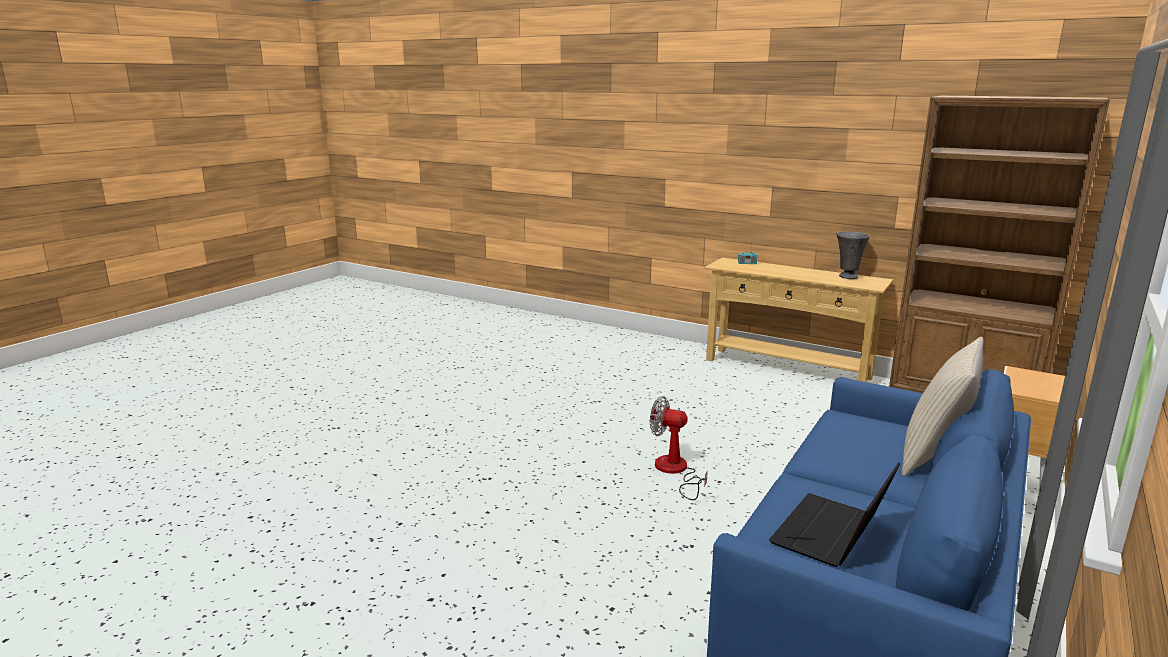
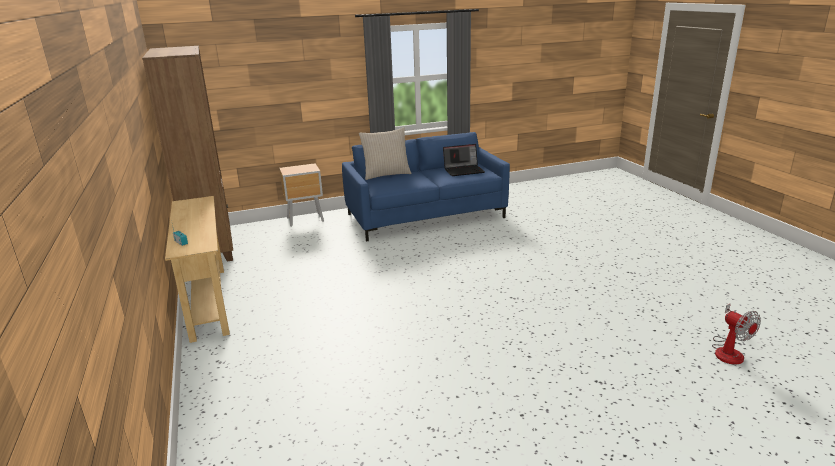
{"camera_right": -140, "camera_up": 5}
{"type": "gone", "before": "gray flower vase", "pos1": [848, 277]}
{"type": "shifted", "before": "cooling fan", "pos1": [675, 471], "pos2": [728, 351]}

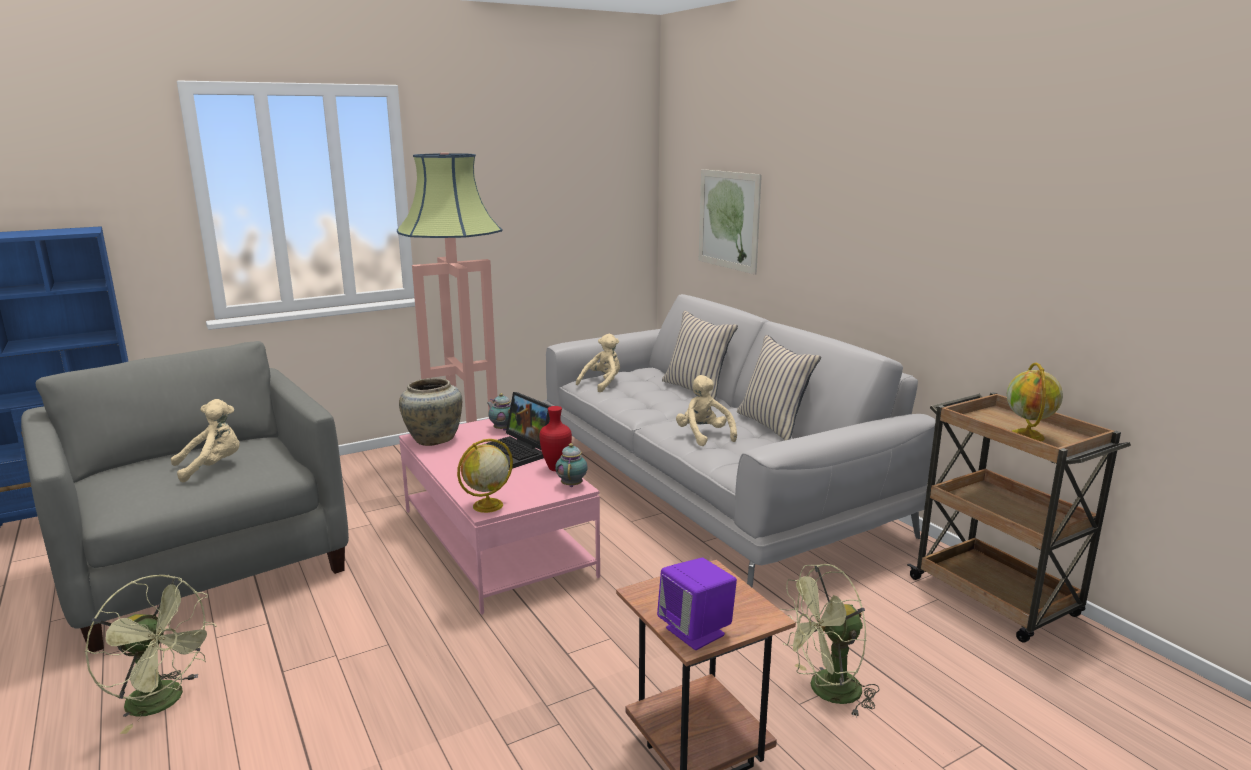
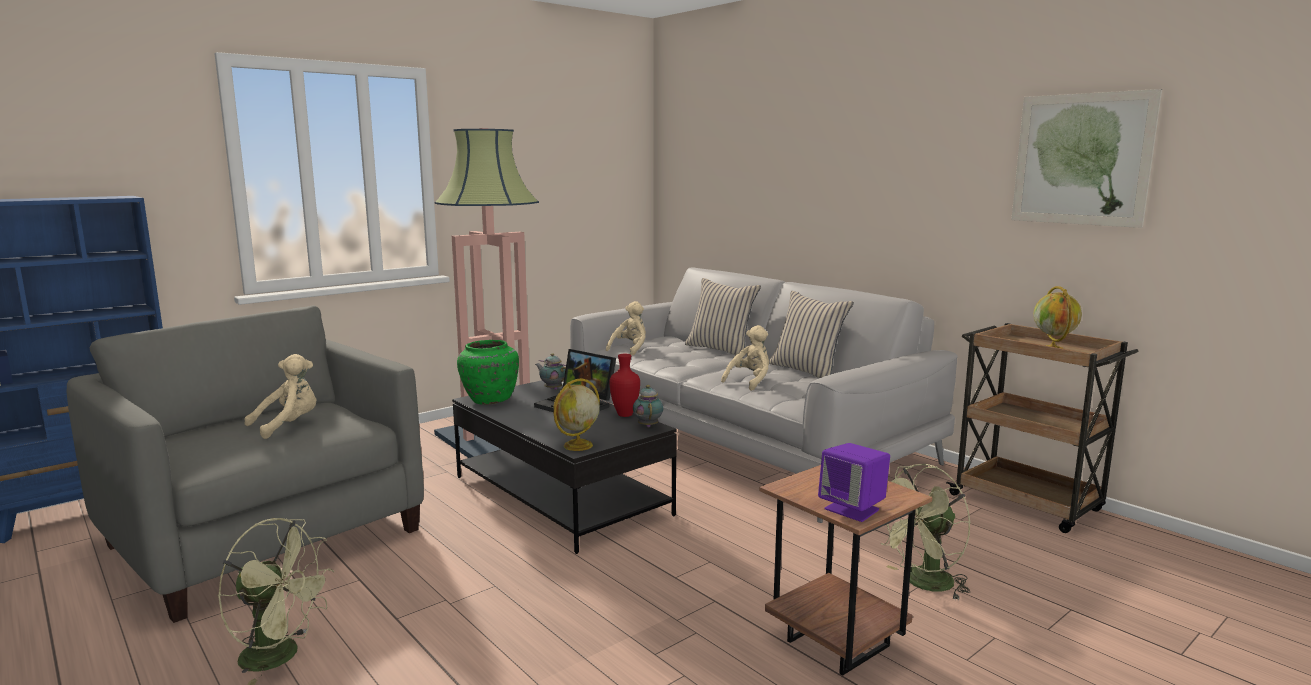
{"camera_right": -10, "camera_up": -5}
{"type": "shifted", "before": "picture", "pos1": [728, 220], "pos2": [1081, 159]}
{"type": "repainted", "before": "beige-coloured flower vase", "after": "green-coloured flower vase", "pos1": [433, 439], "pos2": [490, 399]}
{"type": "repainted", "before": "pinkish lounge table", "after": "black-coloured lounge table", "pos1": [496, 542], "pos2": [561, 495]}
{"type": "rotated", "before": "beige-coloured soft toy", "pos1": [704, 436], "pos2": [750, 382], "turn": 75}

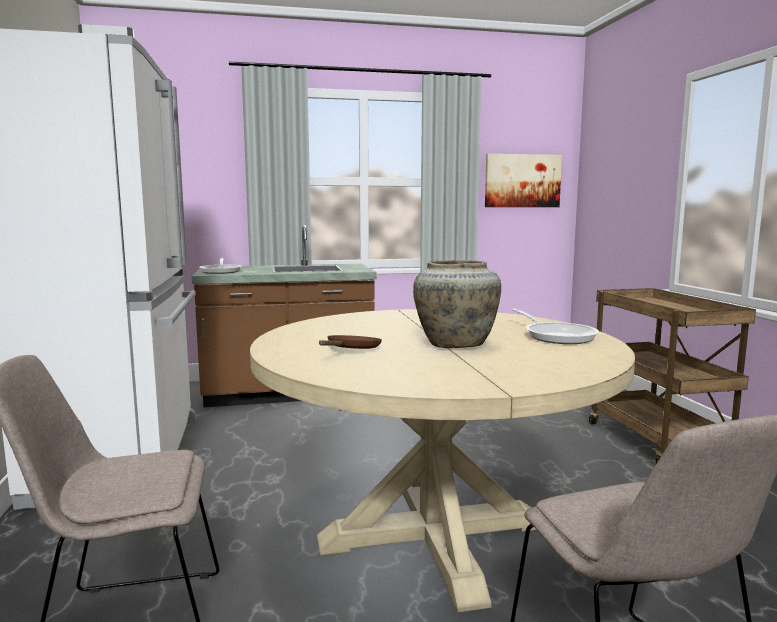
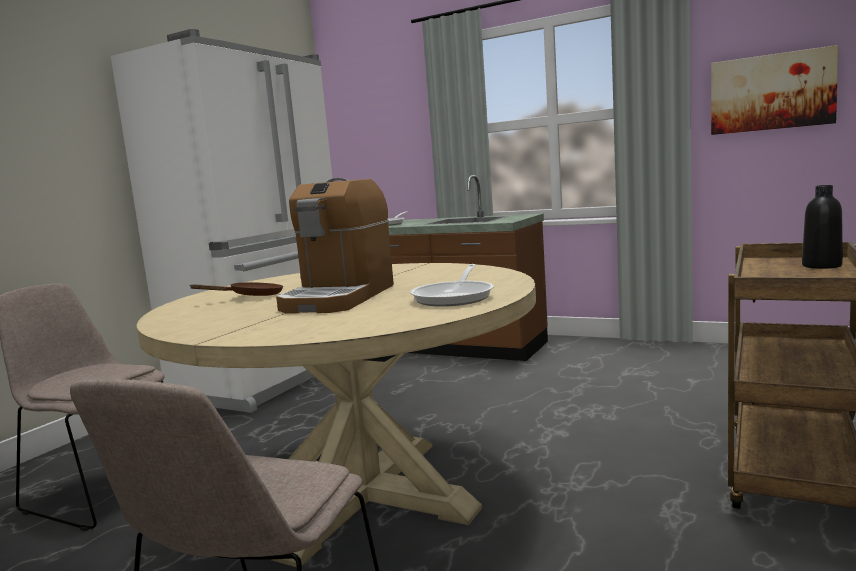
{"camera_right": 40, "camera_up": 0}
{"type": "new", "after": "black-coloured bottle", "pos2": [821, 266]}
{"type": "swapped", "before": "beige-coloured flower vase", "after": "coffee maker", "pos1": [456, 344], "pos2": [339, 297]}

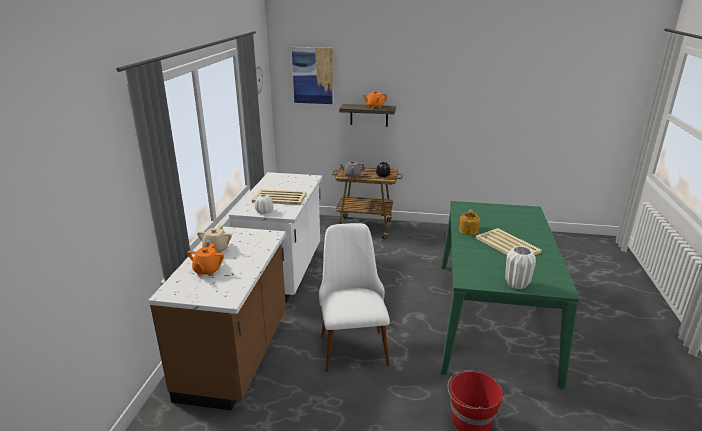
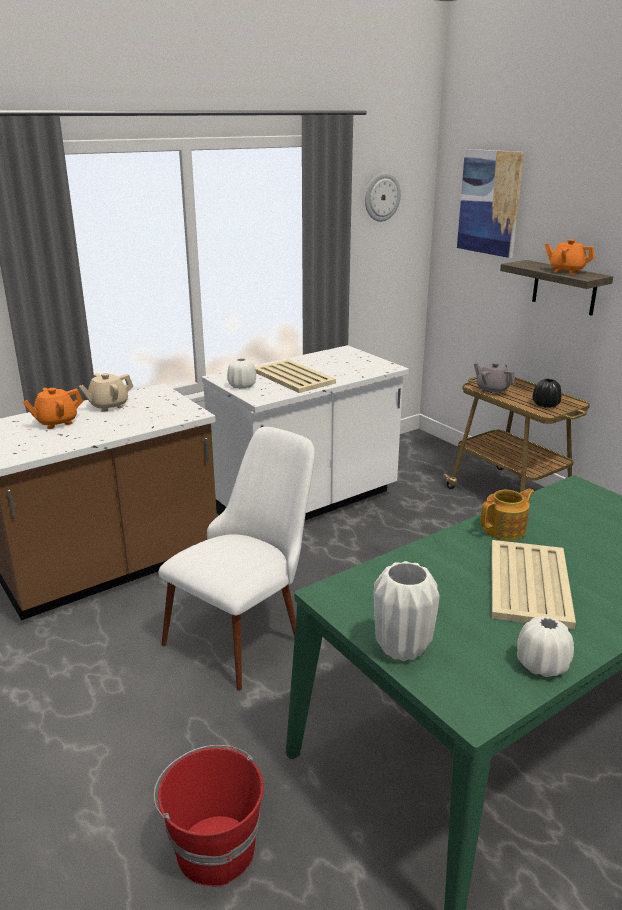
{"camera_right": 45, "camera_up": 0}
{"type": "new", "after": "whitish flower vase", "pos2": [541, 665]}

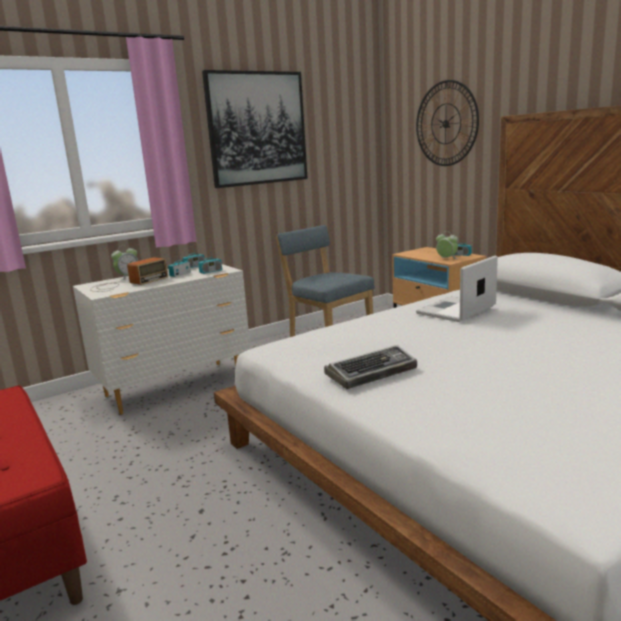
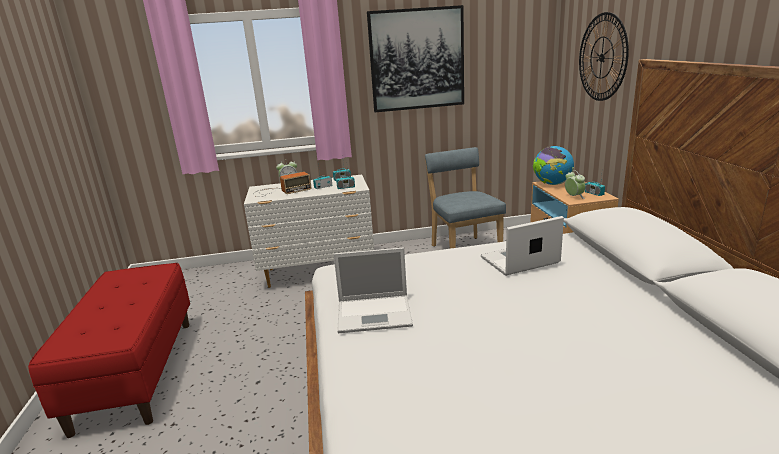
{"camera_right": 25, "camera_up": 5}
{"type": "new", "after": "desk globe", "pos2": [552, 184]}
{"type": "swapped", "before": "keyboard", "after": "notebook computer", "pos1": [372, 372], "pos2": [376, 313]}

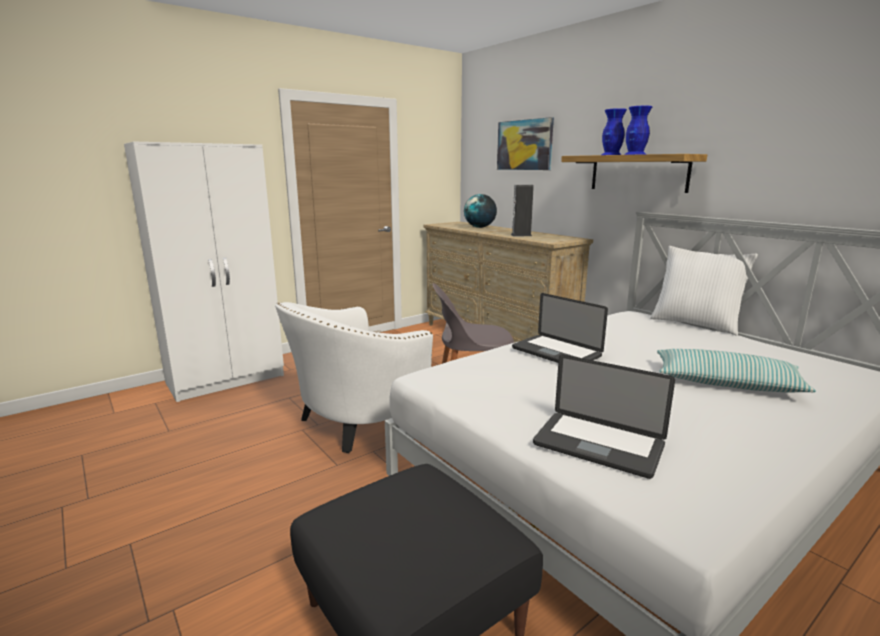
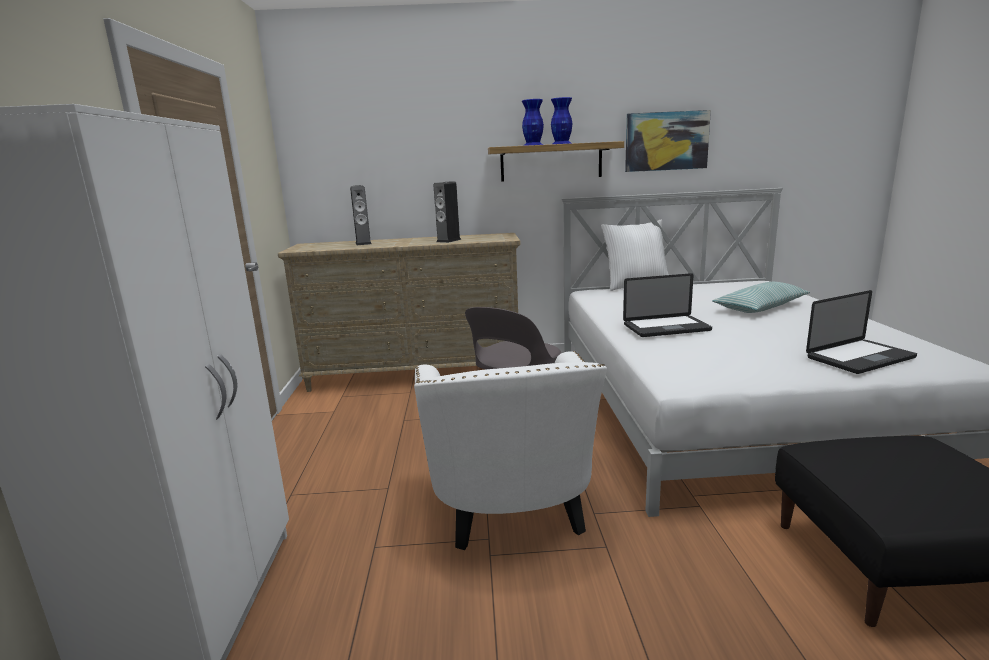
{"camera_right": -55, "camera_up": 0}
{"type": "shifted", "before": "picture", "pos1": [524, 145], "pos2": [666, 141]}
{"type": "swapped", "before": "desk globe", "after": "audio speaker", "pos1": [480, 227], "pos2": [363, 243]}

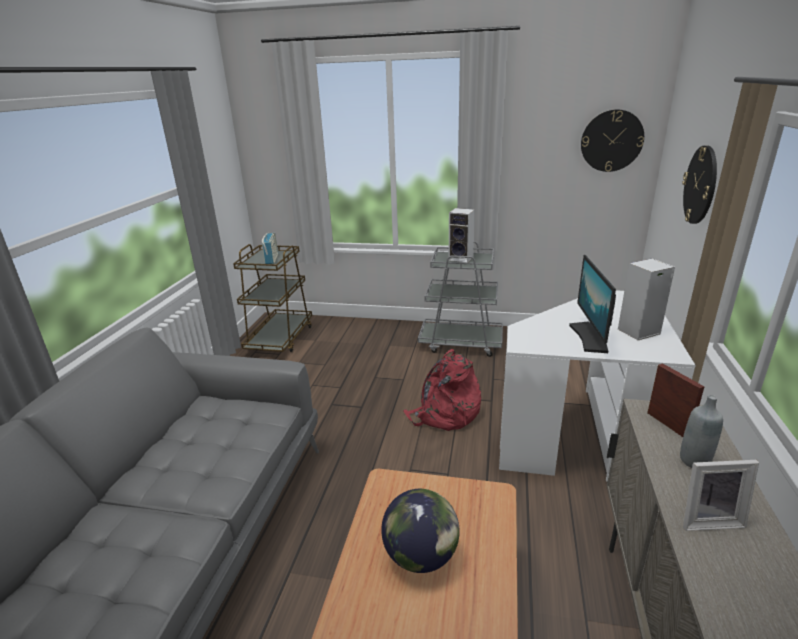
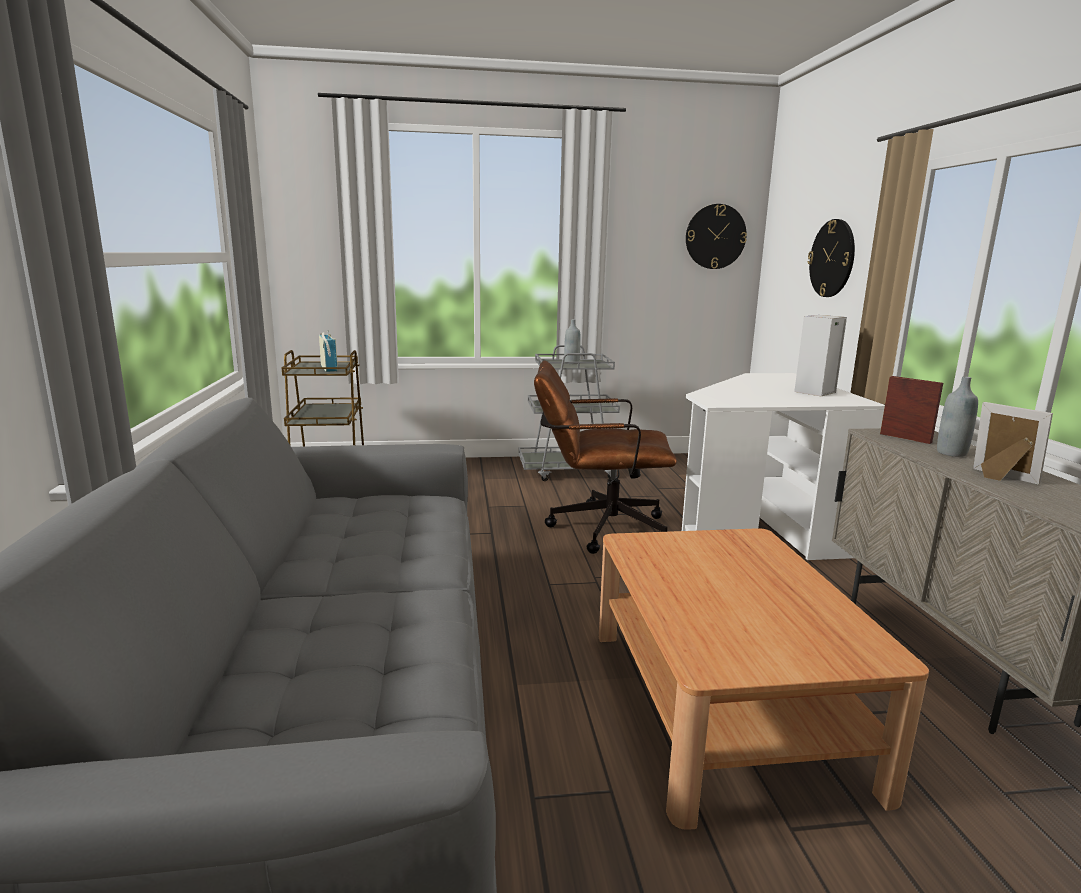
{"camera_right": -20, "camera_up": -10}
{"type": "gone", "before": "desk globe", "pos1": [421, 556]}
{"type": "gone", "before": "computer display", "pos1": [590, 337]}
{"type": "swapped", "before": "red-coloured knapsack", "after": "brown computer chair", "pos1": [445, 414], "pos2": [598, 528]}
{"type": "swapped", "before": "audio speaker", "after": "gray bottle", "pos1": [462, 259], "pos2": [571, 363]}
{"type": "rotated", "before": "photo frame", "pos1": [707, 518], "pos2": [1000, 478], "turn": -105}

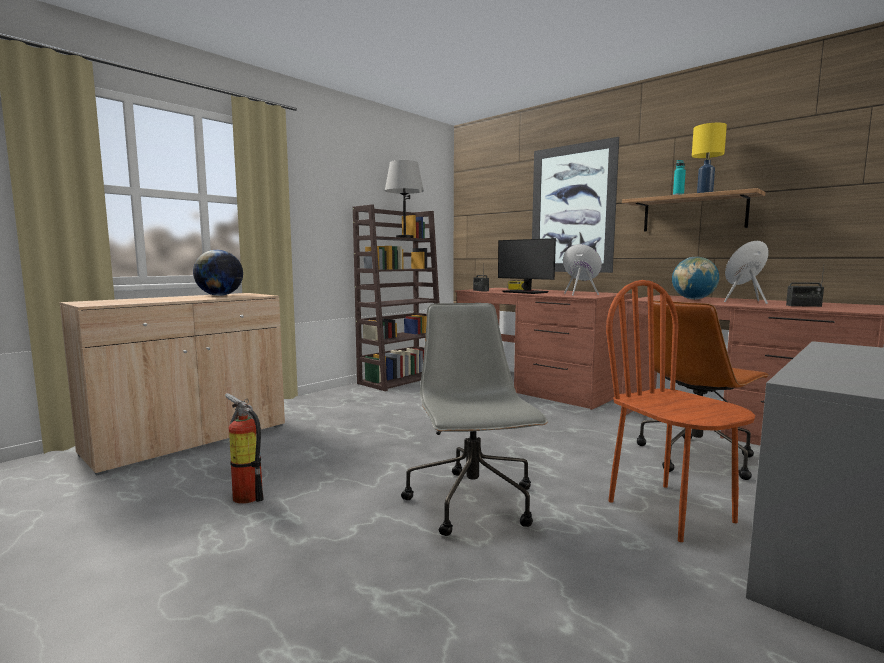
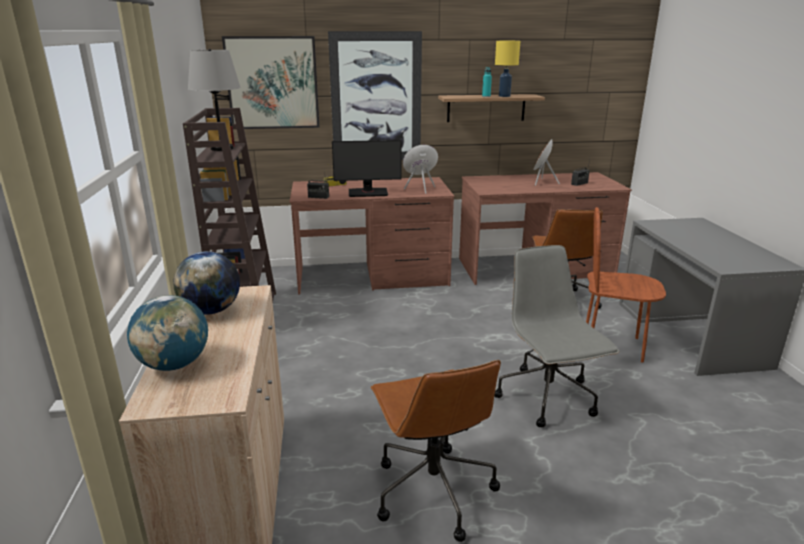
{"camera_right": -50, "camera_up": 15}
{"type": "new", "after": "picture", "pos2": [272, 83]}
{"type": "shifted", "before": "desk globe", "pos1": [693, 299], "pos2": [174, 365]}
{"type": "swapped", "before": "fire extinguisher", "after": "brown computer chair", "pos1": [248, 494], "pos2": [432, 490]}
{"type": "rotated", "before": "gray computer chair", "pos1": [473, 503], "pos2": [547, 398], "turn": 45}

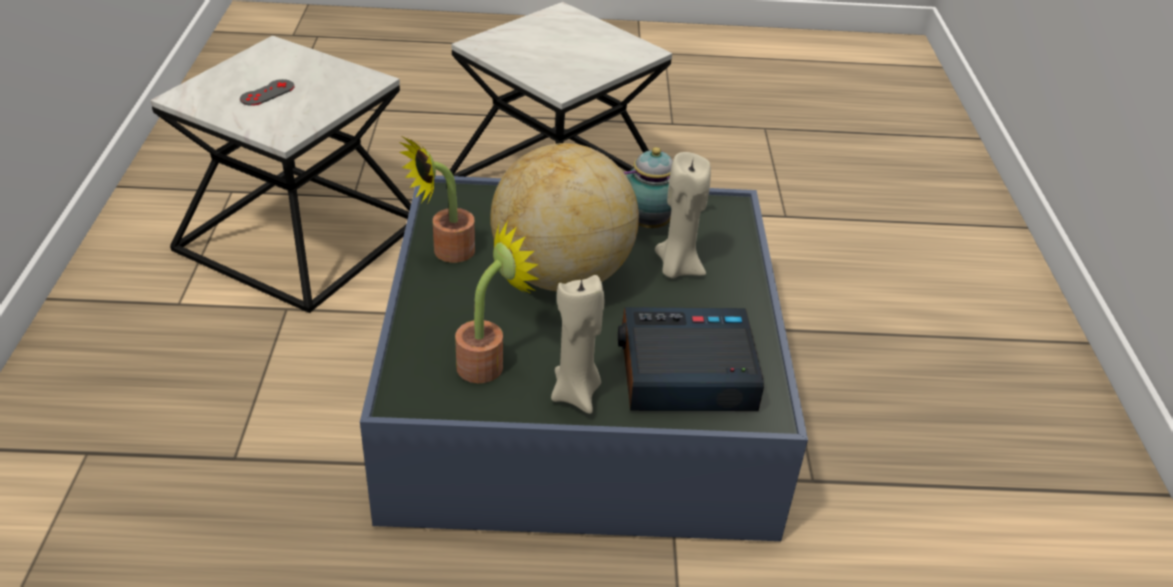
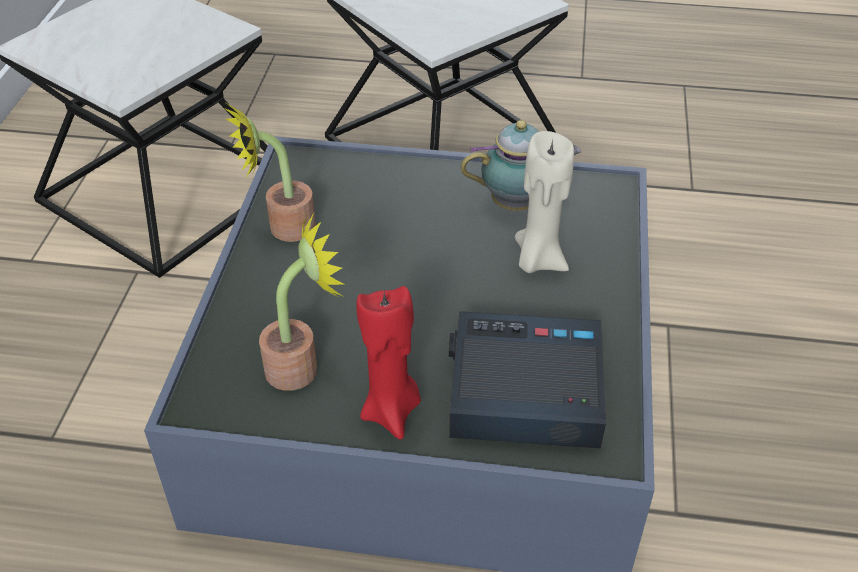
{"camera_right": 10, "camera_up": 5}
{"type": "gone", "before": "gray gamepad", "pos1": [267, 93]}
{"type": "gone", "before": "desk globe", "pos1": [561, 275]}
{"type": "repainted", "before": "beige-coloured wax light", "after": "red-coloured wax light", "pos1": [576, 393], "pos2": [391, 411]}

